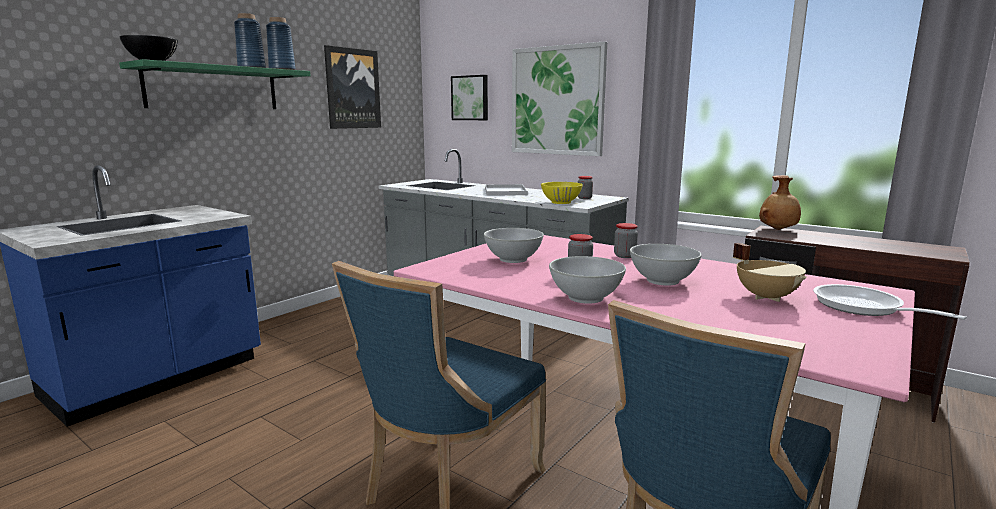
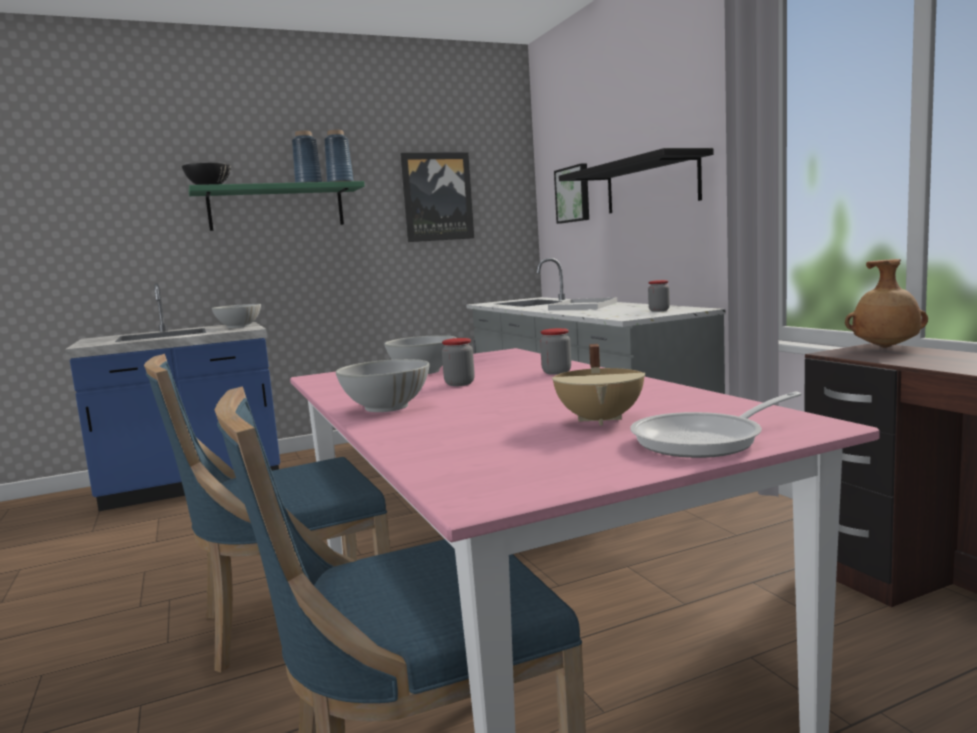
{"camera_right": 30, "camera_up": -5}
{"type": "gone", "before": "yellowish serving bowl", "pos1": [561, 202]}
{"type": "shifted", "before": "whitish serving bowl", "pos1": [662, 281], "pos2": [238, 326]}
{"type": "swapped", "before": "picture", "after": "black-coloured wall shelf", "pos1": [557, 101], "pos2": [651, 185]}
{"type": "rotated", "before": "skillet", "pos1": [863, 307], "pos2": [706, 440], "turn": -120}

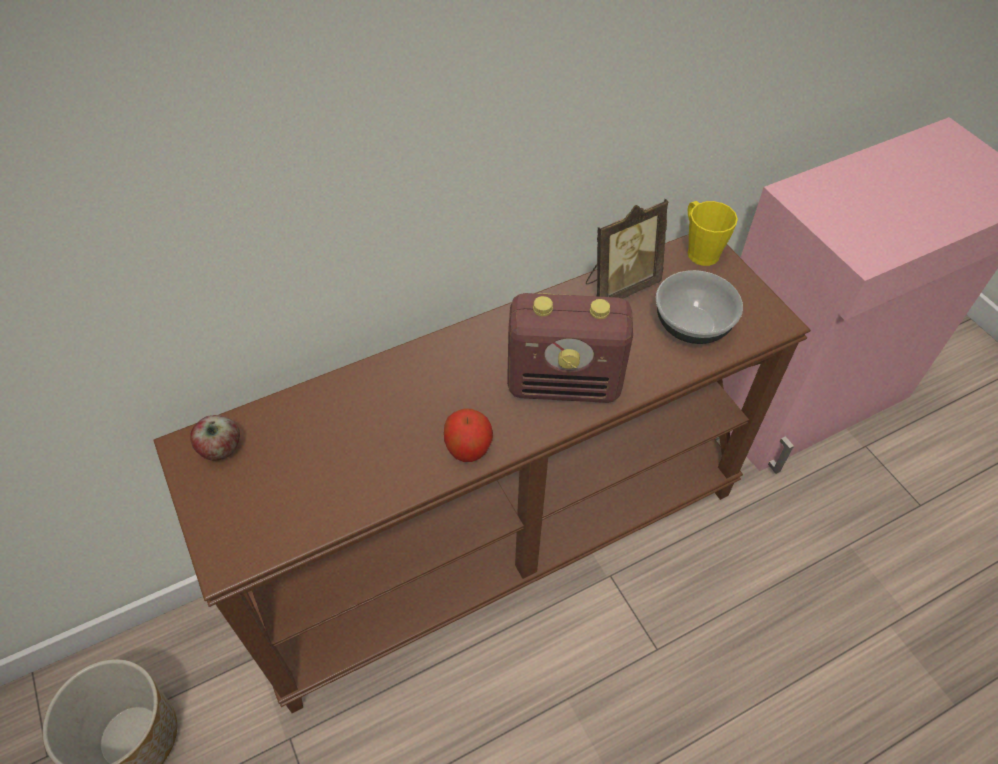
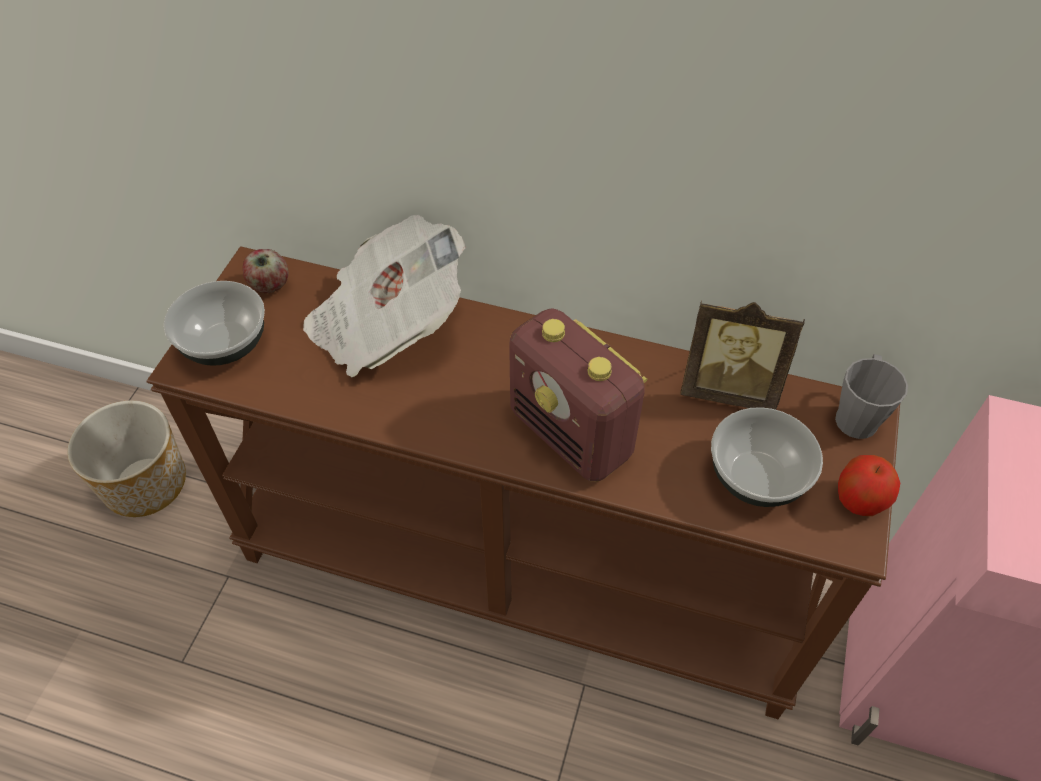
{"camera_right": 45, "camera_up": 0}
{"type": "new", "after": "serving bowl", "pos2": [224, 343]}
{"type": "new", "after": "printed paper", "pos2": [386, 324]}
{"type": "shifted", "before": "apple", "pos1": [468, 448], "pos2": [859, 500]}
{"type": "repainted", "before": "yellowish tea mug", "after": "gray tea mug", "pos1": [699, 250], "pos2": [857, 414]}

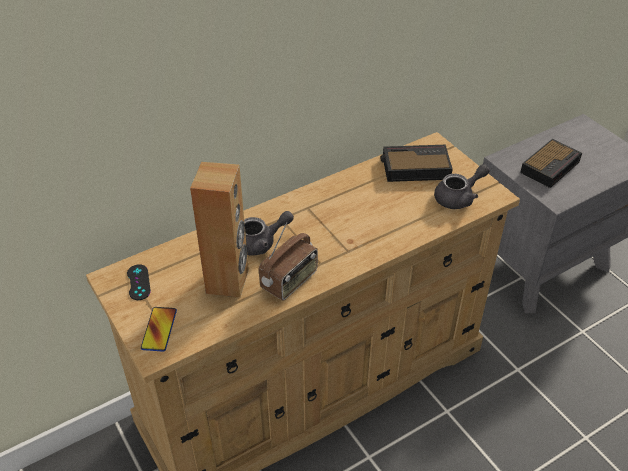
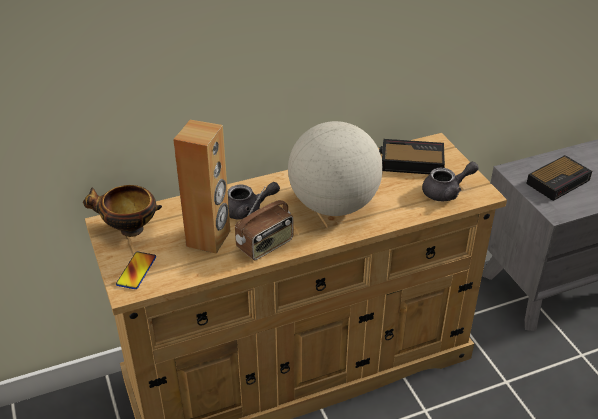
{"camera_right": 10, "camera_up": -5}
{"type": "new", "after": "desk globe", "pos2": [334, 205]}
{"type": "swapped", "before": "black-coloured gamepad", "after": "serving bowl", "pos1": [138, 282], "pos2": [129, 230]}

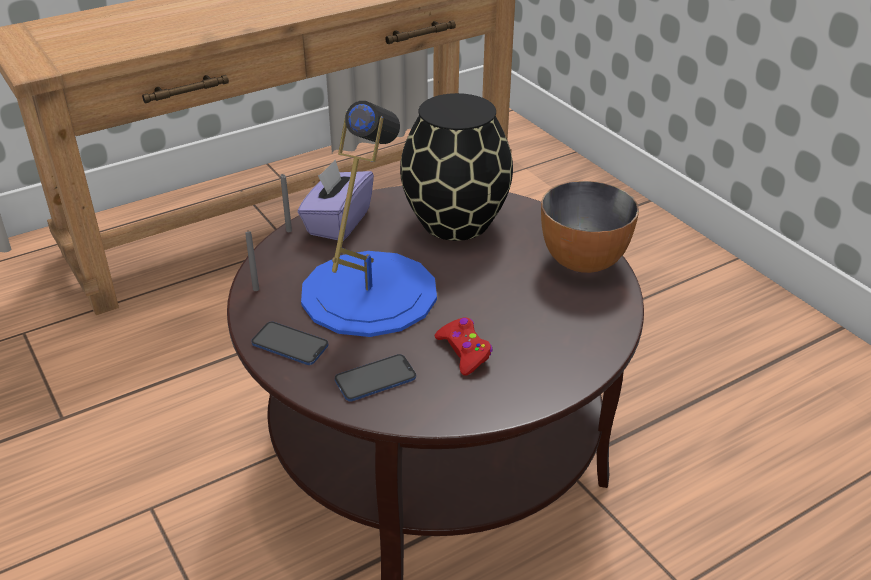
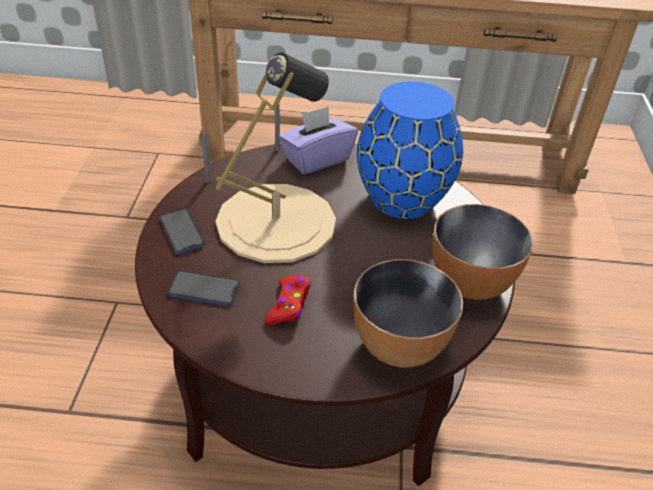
{"camera_right": 35, "camera_up": 5}
{"type": "new", "after": "serving bowl", "pos2": [399, 345]}
{"type": "repainted", "before": "blue lamp for a table", "after": "beige-coloured lamp for a table", "pos1": [368, 293], "pos2": [276, 222]}
{"type": "repainted", "before": "black-coloured flower vase", "after": "blue flower vase", "pos1": [457, 222], "pos2": [403, 200]}

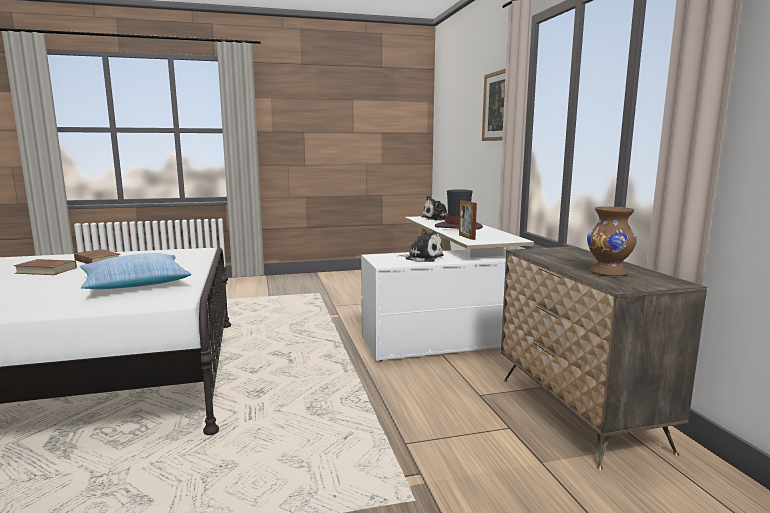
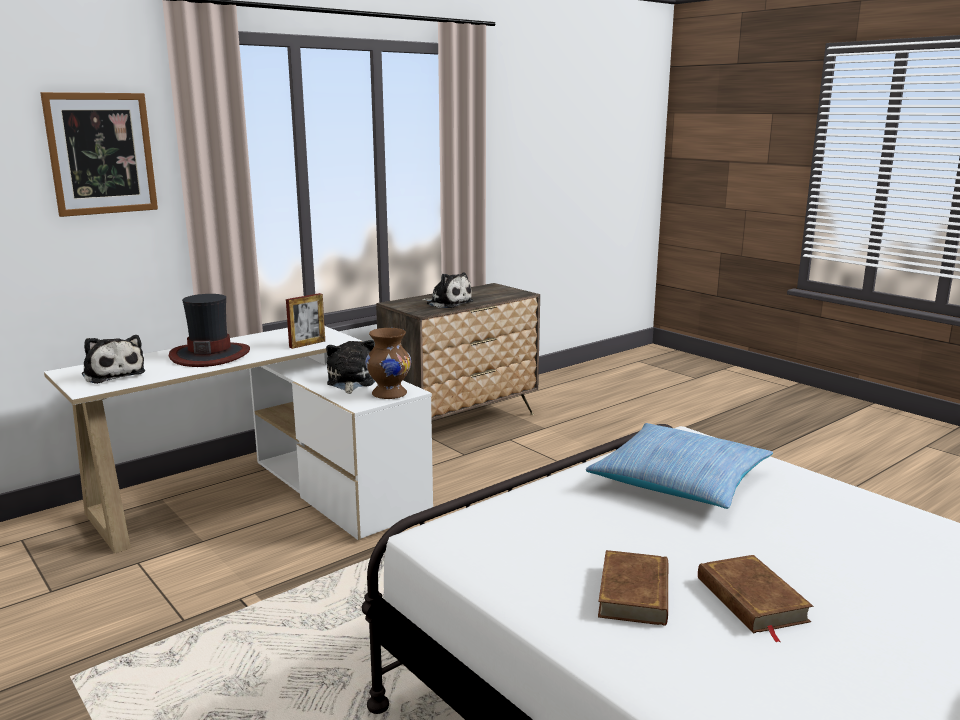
{"camera_right": -115, "camera_up": 5}
{"type": "new", "after": "soft toy", "pos2": [448, 303]}
{"type": "shifted", "before": "brown flower vase", "pos1": [607, 272], "pos2": [389, 394]}

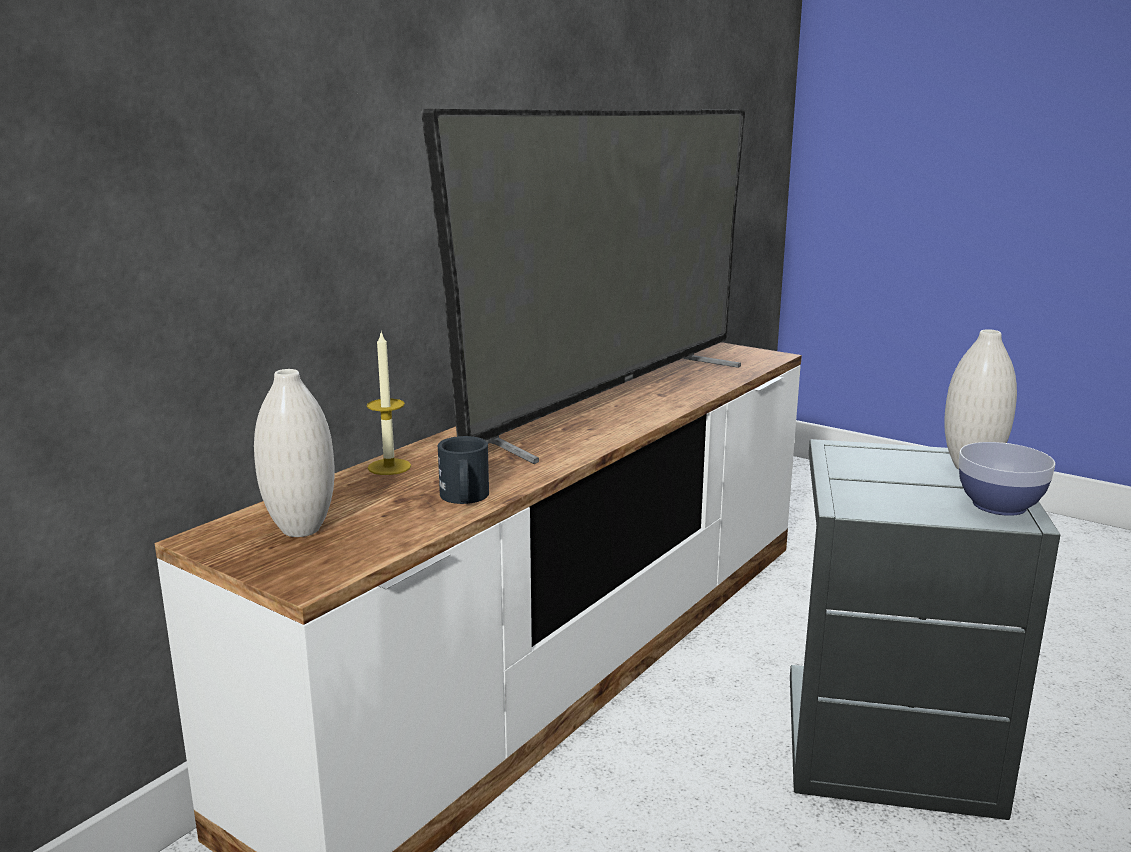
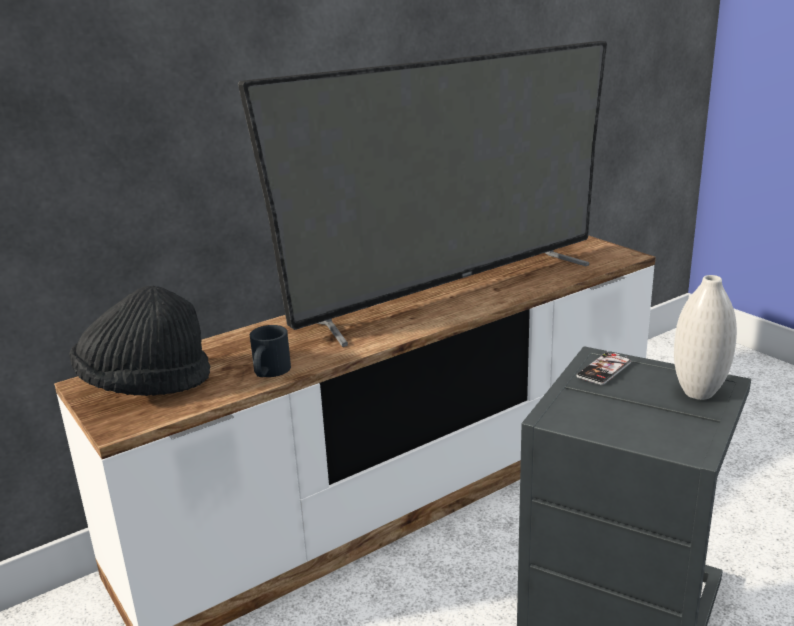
{"camera_right": 20, "camera_up": 5}
{"type": "gone", "before": "wax light", "pos1": [389, 467]}
{"type": "gone", "before": "serving bowl", "pos1": [999, 505]}
{"type": "new", "after": "handset", "pos2": [604, 370]}
{"type": "swapped", "before": "whitish flower vase", "after": "black-coloured hat", "pos1": [301, 530], "pos2": [145, 385]}

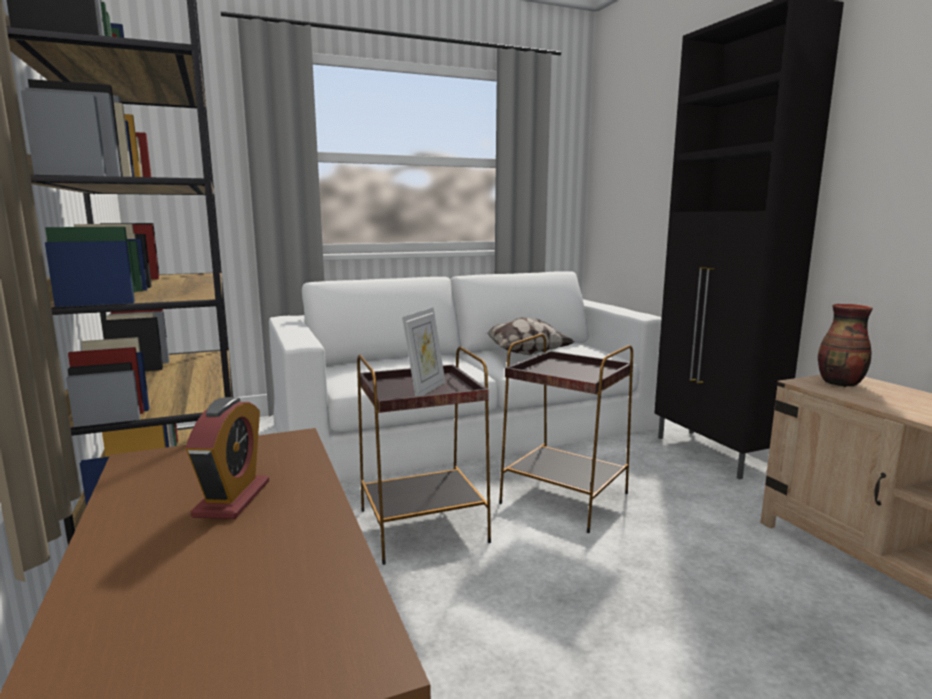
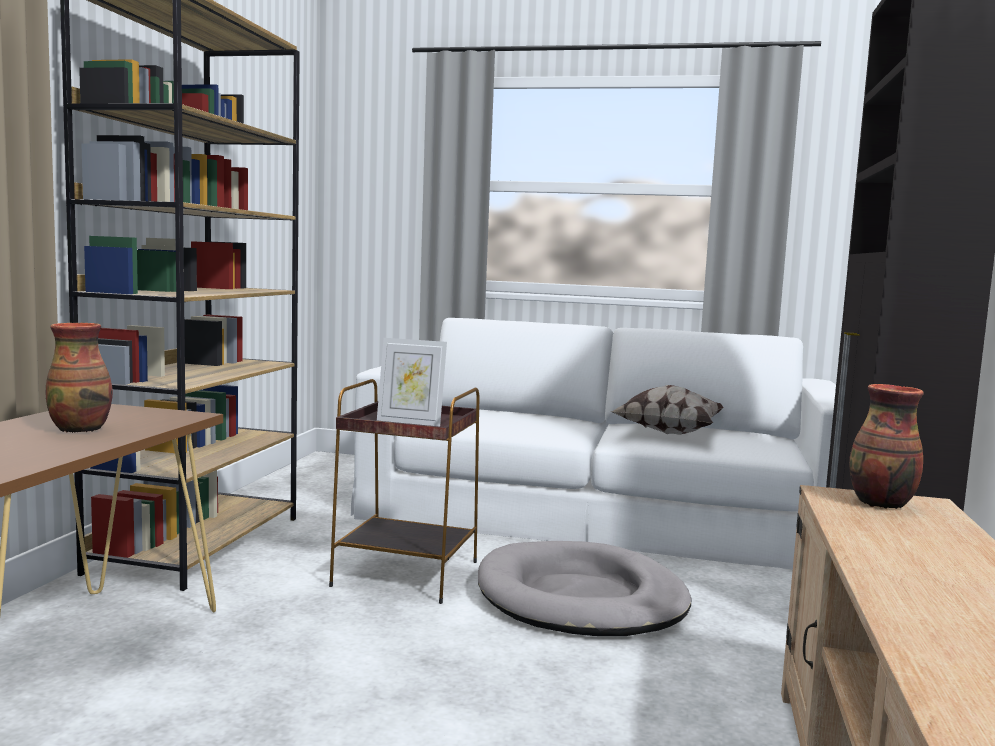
{"camera_right": 35, "camera_up": -5}
{"type": "swapped", "before": "bedside clock", "after": "flower vase", "pos1": [232, 499], "pos2": [81, 429]}
{"type": "swapped", "before": "brown end table", "after": "gray pet bed", "pos1": [565, 498], "pos2": [581, 598]}
{"type": "rotated", "before": "photo frame", "pos1": [425, 389], "pos2": [410, 422], "turn": 45}

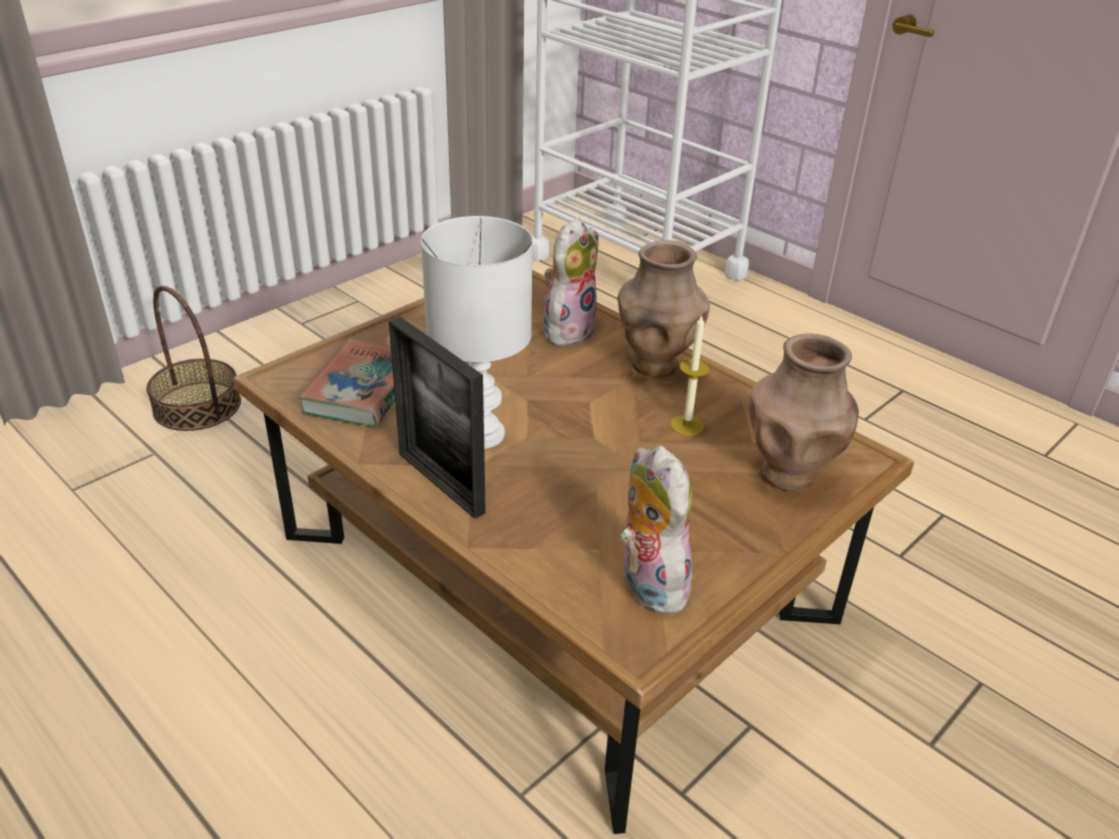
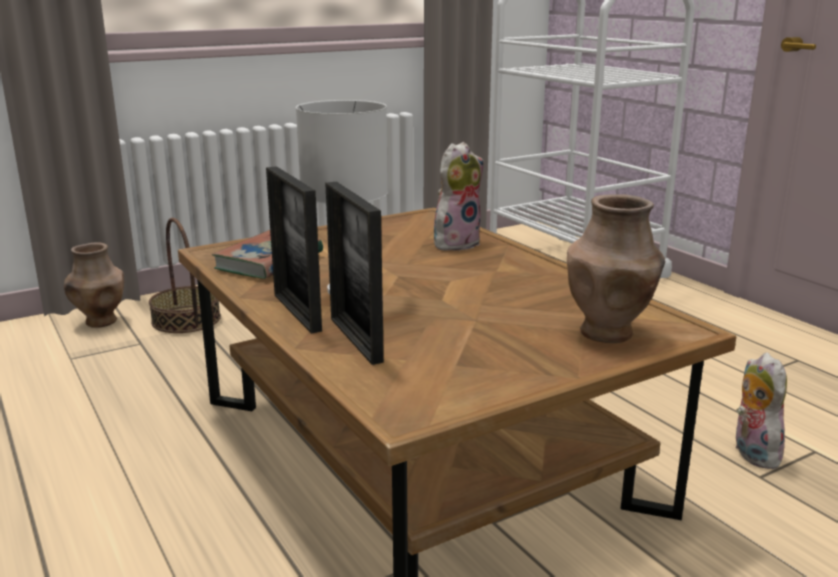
{"camera_right": 15, "camera_up": -15}
{"type": "gone", "before": "wax light", "pos1": [687, 425]}
{"type": "new", "after": "photo frame", "pos2": [355, 339]}
{"type": "shifted", "before": "brown flower vase", "pos1": [655, 365], "pos2": [101, 322]}
{"type": "shifted", "before": "soft toy", "pos1": [647, 584], "pos2": [751, 453]}

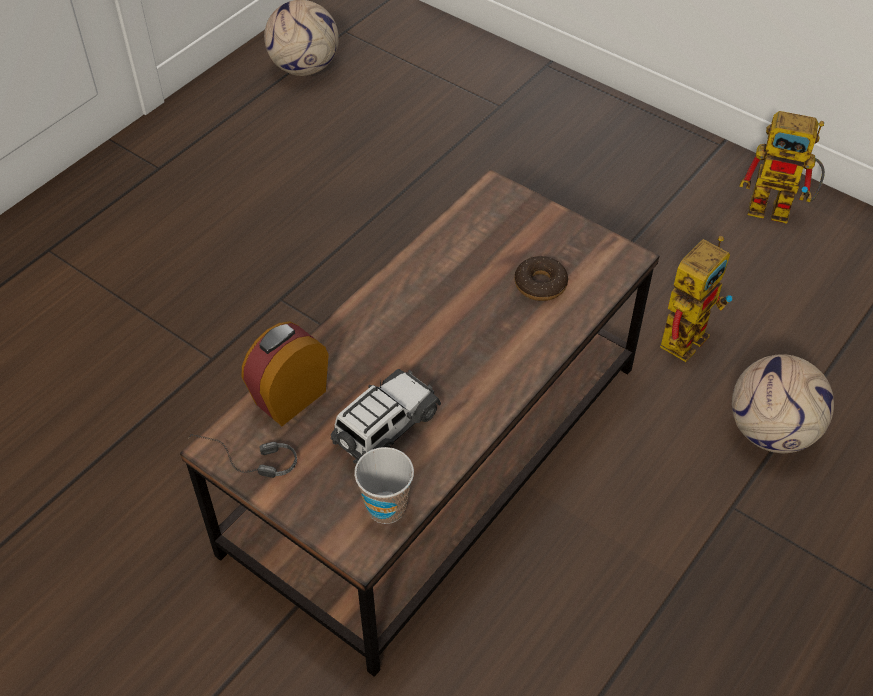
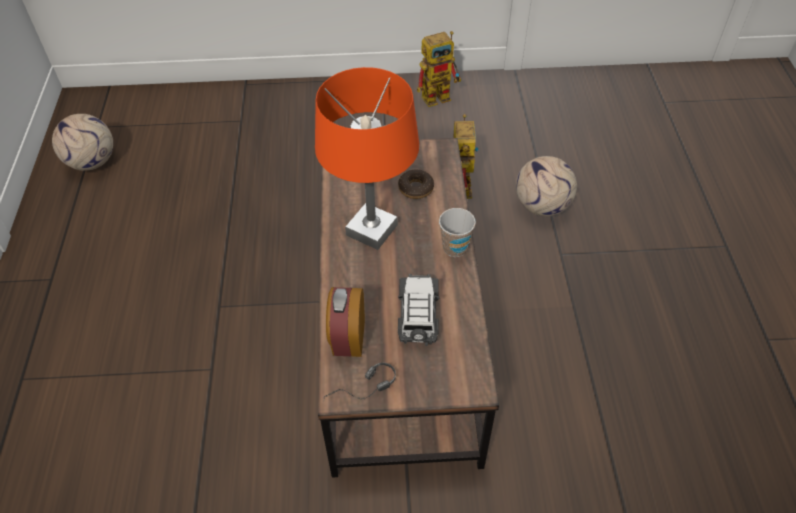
{"camera_right": -40, "camera_up": 0}
{"type": "new", "after": "orange-coloured lamp for a table", "pos2": [371, 231]}
{"type": "shifted", "before": "cup", "pos1": [386, 507], "pos2": [455, 248]}

